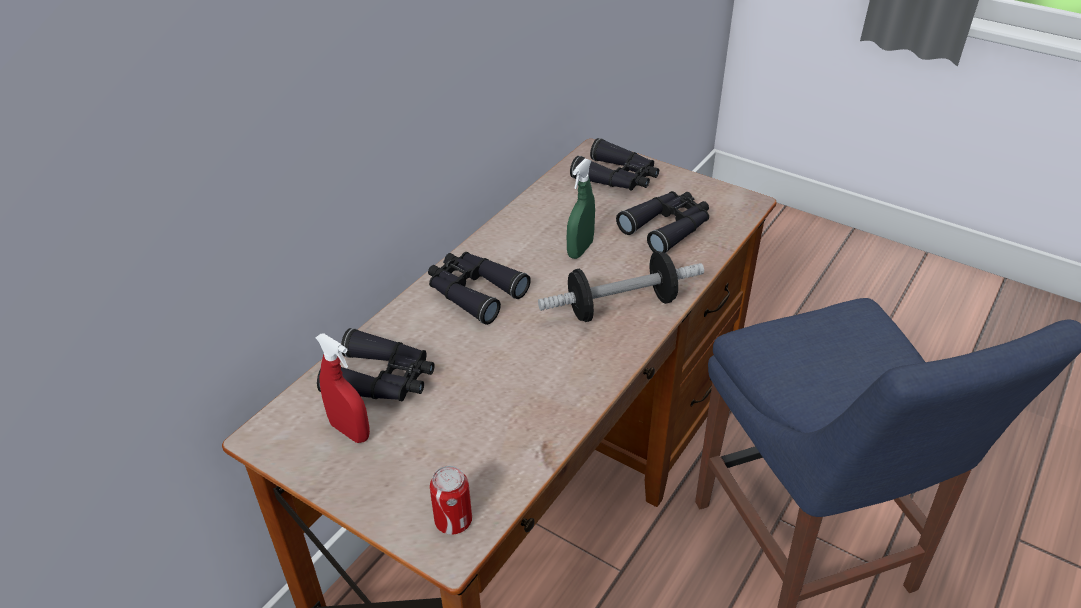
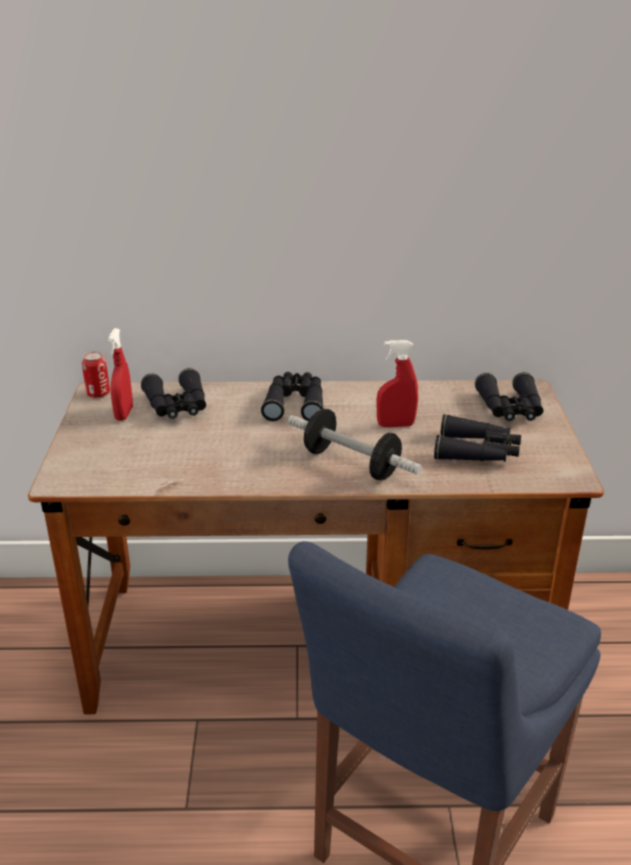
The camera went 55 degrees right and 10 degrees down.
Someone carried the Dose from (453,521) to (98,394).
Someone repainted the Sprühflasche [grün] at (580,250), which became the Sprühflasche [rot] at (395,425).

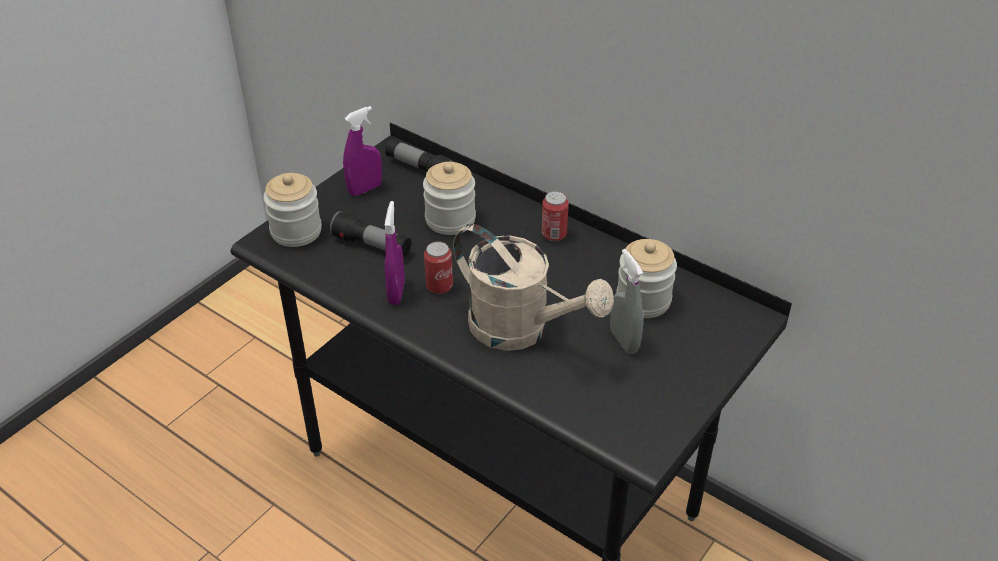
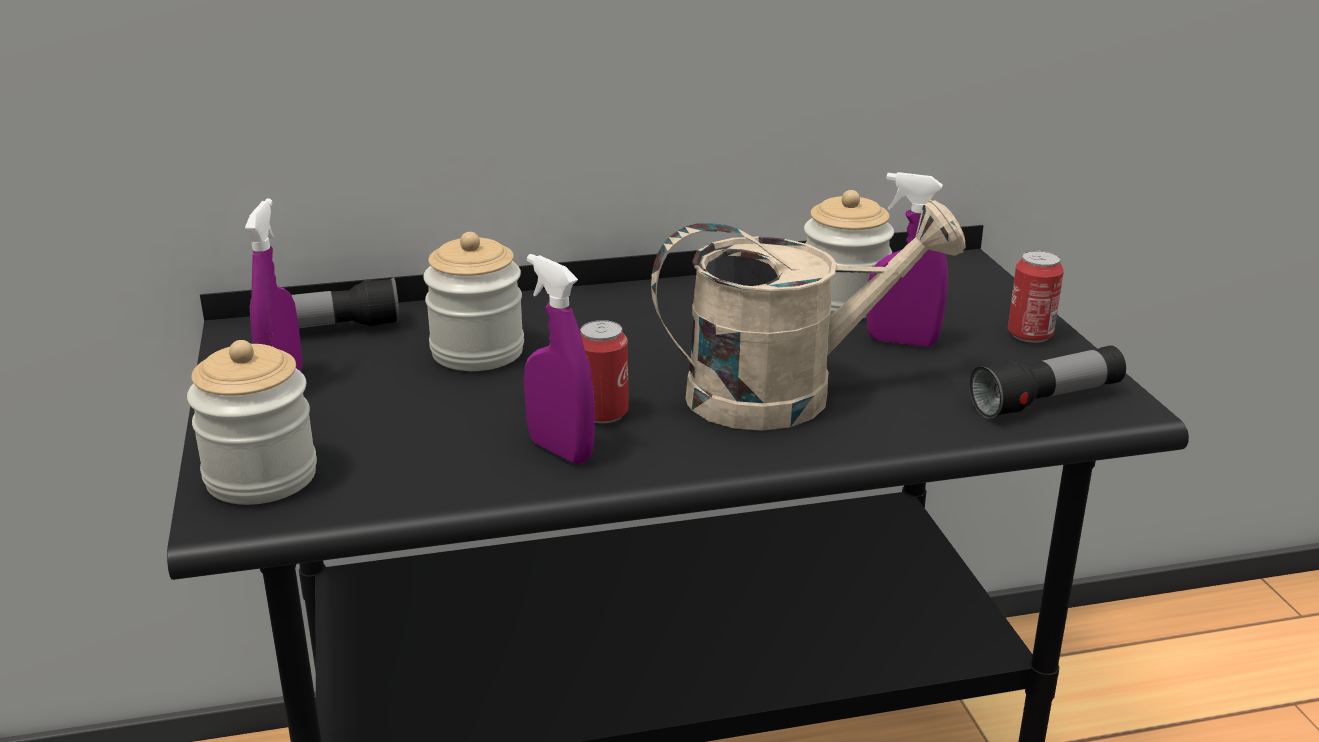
The camera went 50 degrees left and 15 degrees down.
Someone repainted the Sprühflasche [grau] at (624,341), which became the Sprühflasche [lila] at (902,341).
Someone carried the Taschenlampe from (372,245) to (1046,401).
Someone carried the Dose from (554,234) to (1030,334).

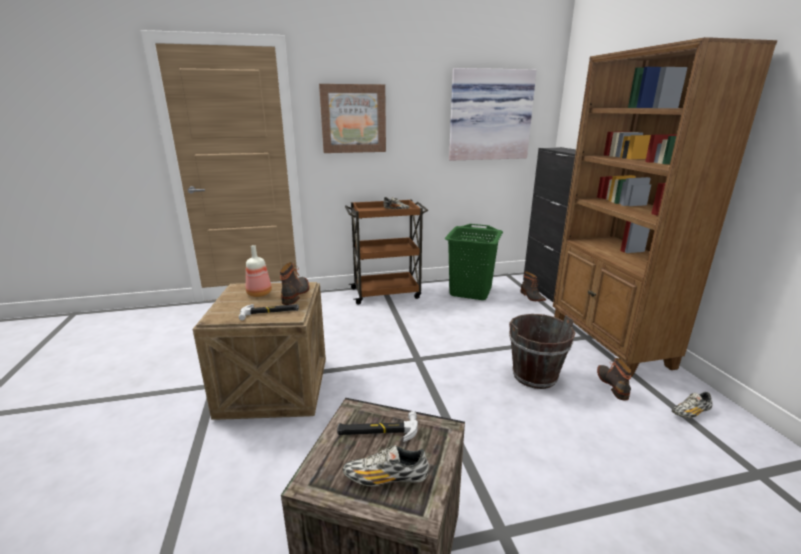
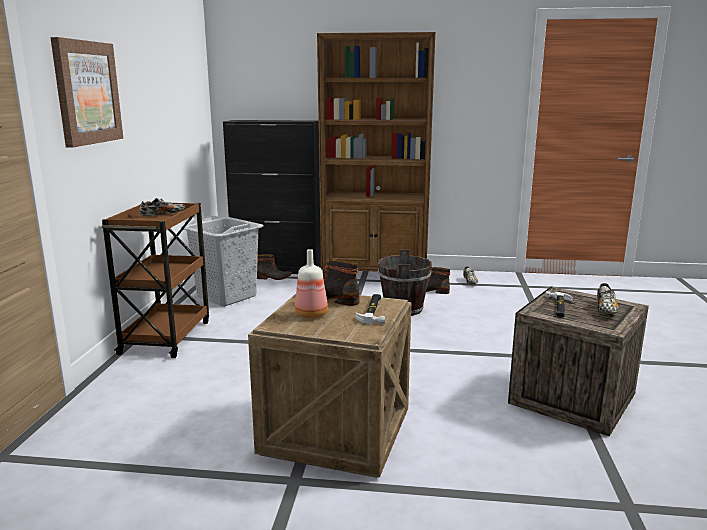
The camera went 70 degrees left and 5 degrees down.
Someone repainted the Wäschekorb [grün] at (471,291), which became the Wäschekorb [grau] at (227,296).
Someone took away the Bild at (489,115).

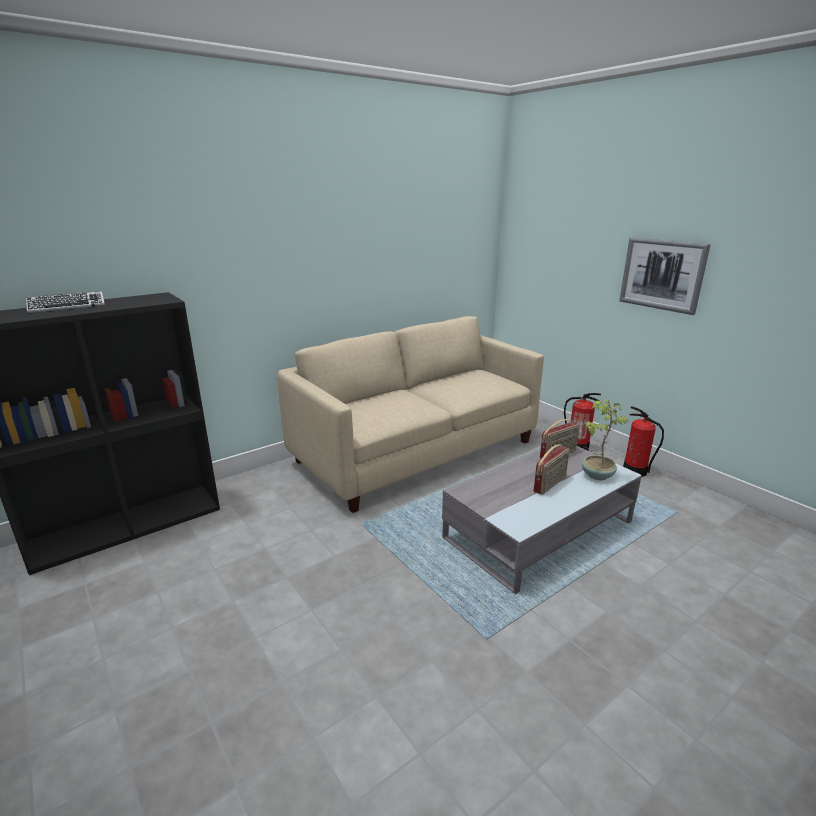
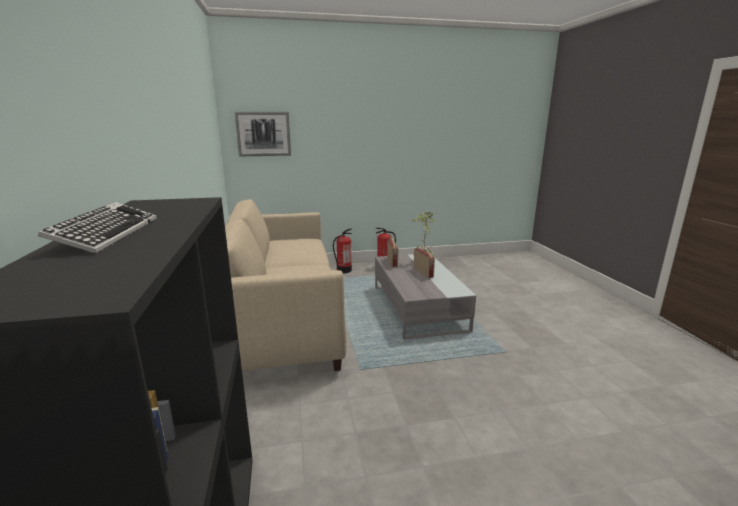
The camera went 65 degrees left and 5 degrees down.
Someone carried the Bild from (662,274) to (263,134).

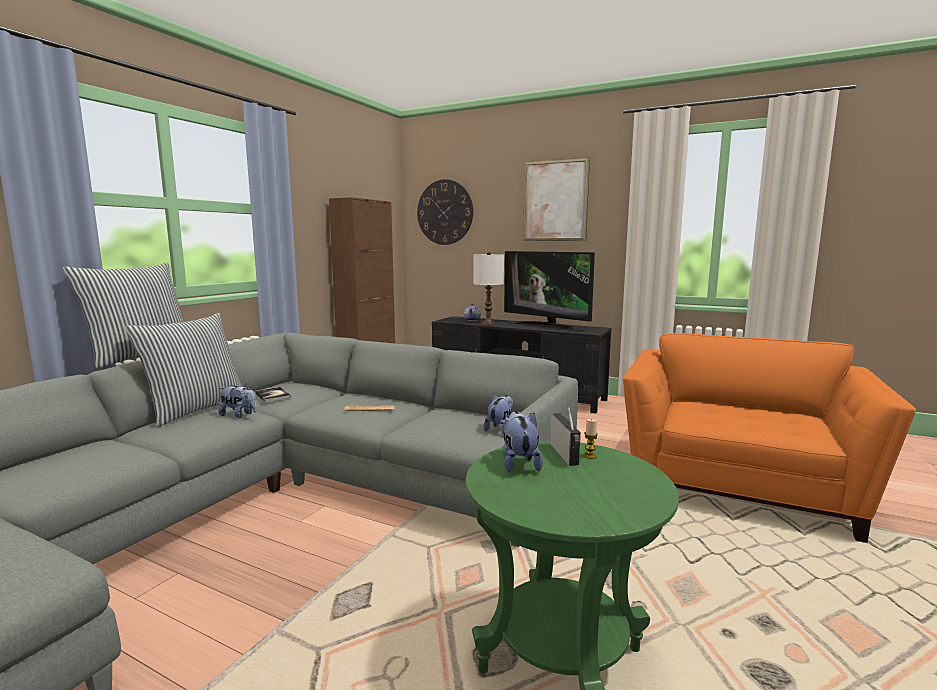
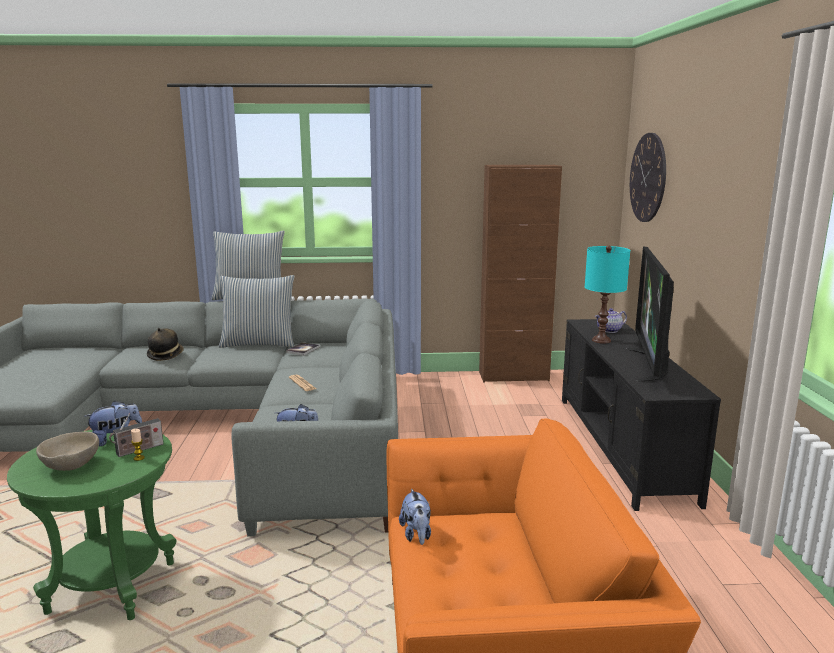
The camera went 60 degrees right and 5 degrees up.
Someone put down the Schüssel [beige] at (71,465).
Someone put down the Hut at (165,355).
Someone carried the Plüschtier from (239,415) to (416,535).
Someone repainted the Tischlampe [weiß] at (488,324), which became the Tischlampe [türkis] at (601,340).
Someone took away the Bild at (555,201).

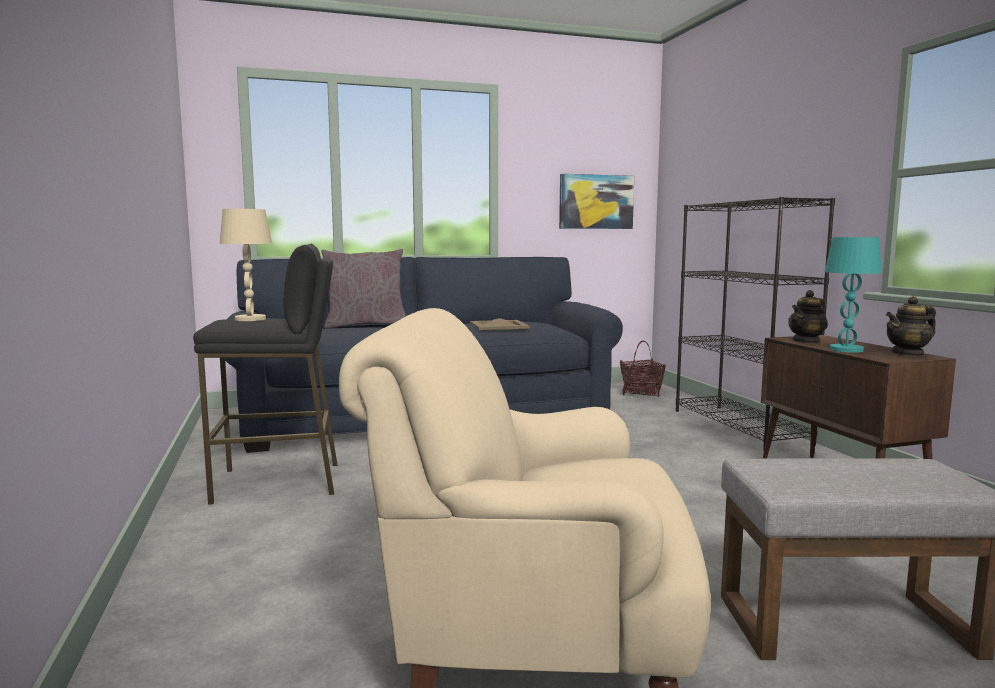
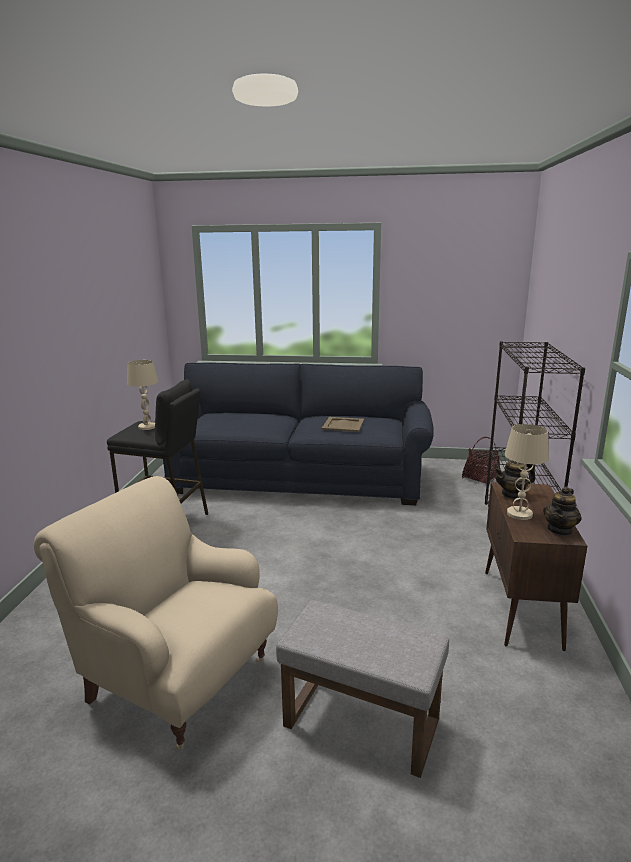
The camera went 25 degrees right and 10 degrees up.
Someone repainted the Tischlampe [türkis] at (846,350), which became the Tischlampe [beige] at (519,514).
Someone rotated the Teekanne at (908,354) by 60 degrees counterclockwise.
Someone took away the Kissen [grau] at (365,325).
Someone took away the Bild at (596,202).

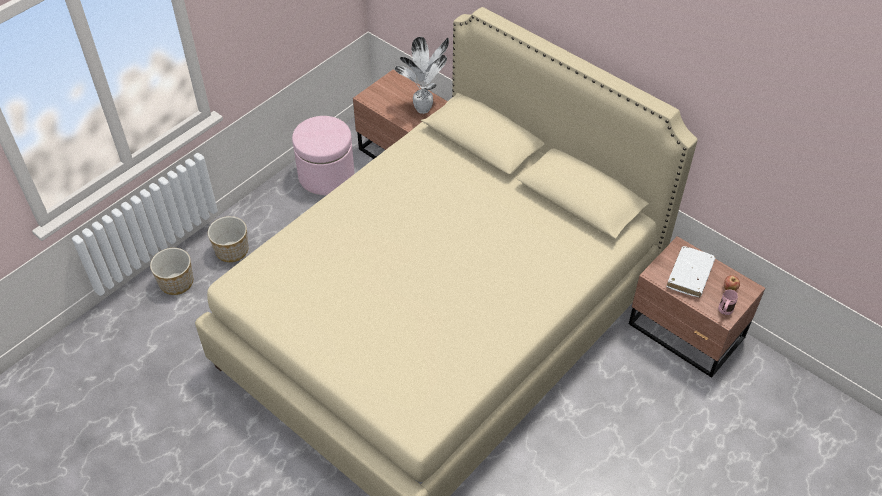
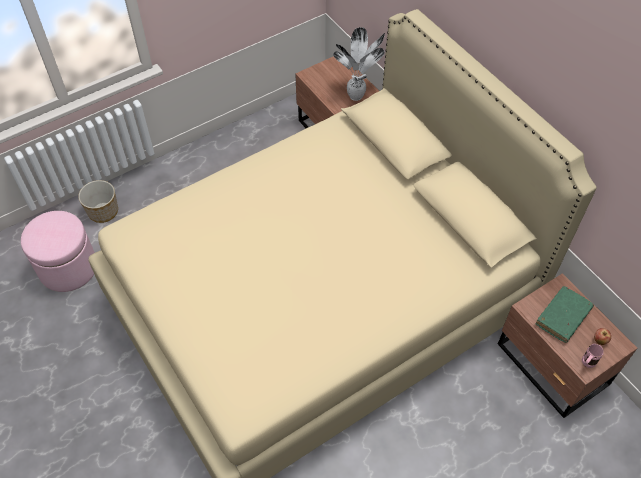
The camera went 15 degrees right and 5 degrees up.
Someone carried the Polsterhocker [rosa] from (326,175) to (68,268).
Someone repainted the Buch [weiß] at (689,275), which became the Buch [grün] at (562,317).
Someone took away the Pflanzkübel at (231,250).

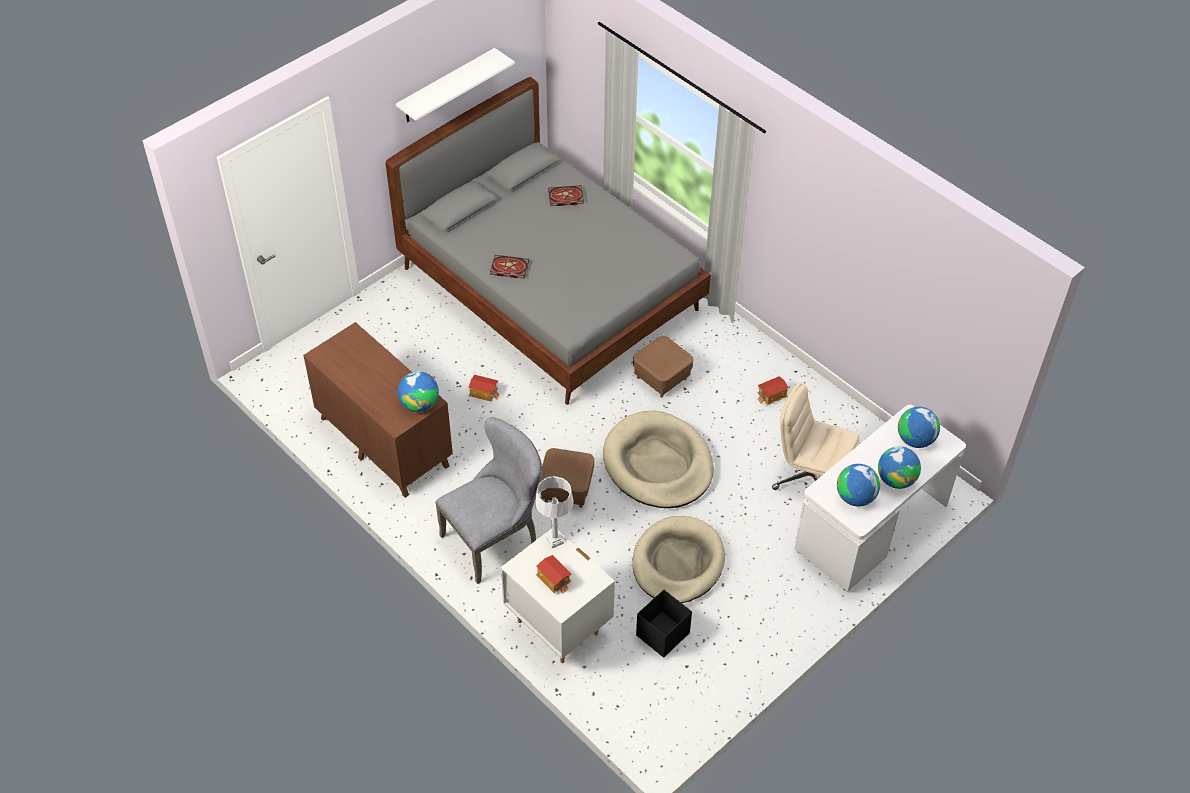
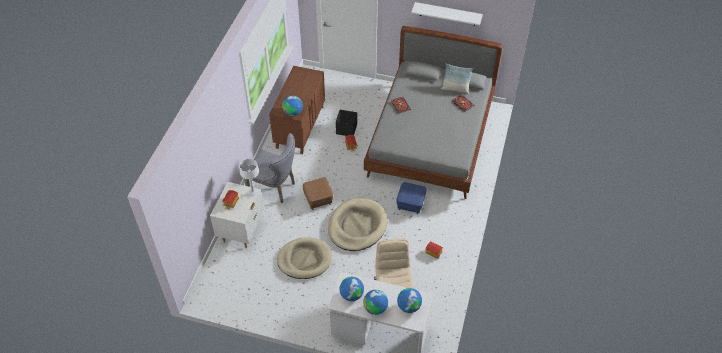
The camera went 60 degrees right and 0 degrees up.
Someone carried the Aufbewahrungsbox [schwarz] from (662,634) to (346,129).
Someone repainted the Polsterhocker [braun] at (662,378), which became the Polsterhocker [blau] at (410,204).
Someone put down the Kissen at (455,89).

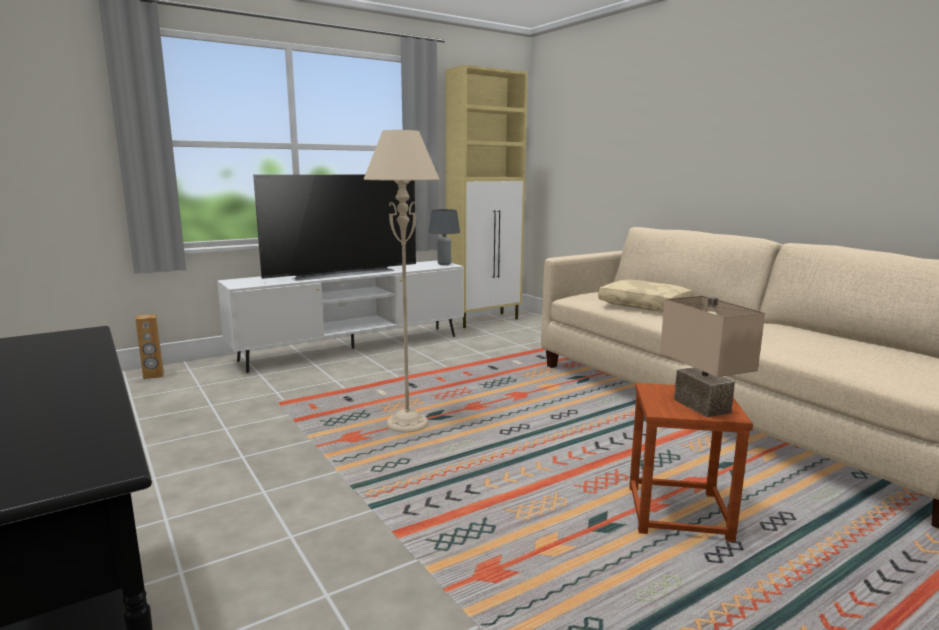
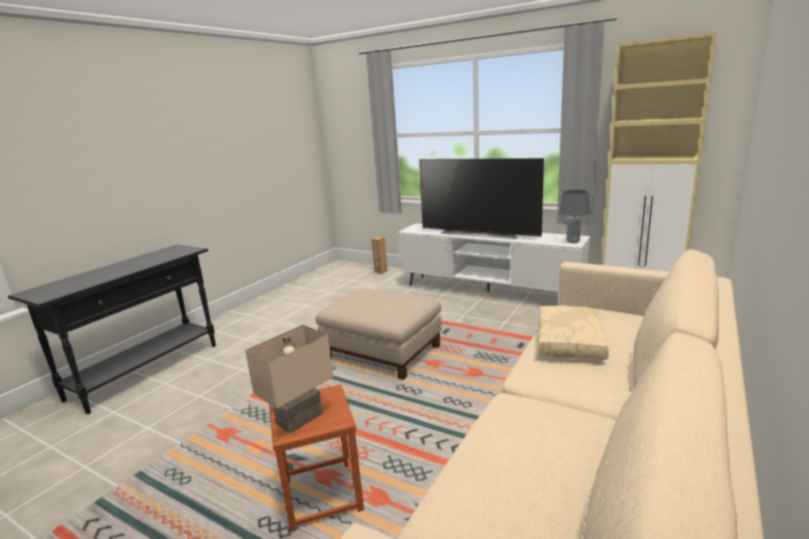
The camera went 65 degrees right and 5 degrees up.
Someone swapped the Stehlampe [beige] at (407,424) for the Polsterhocker [beige] at (383,352).

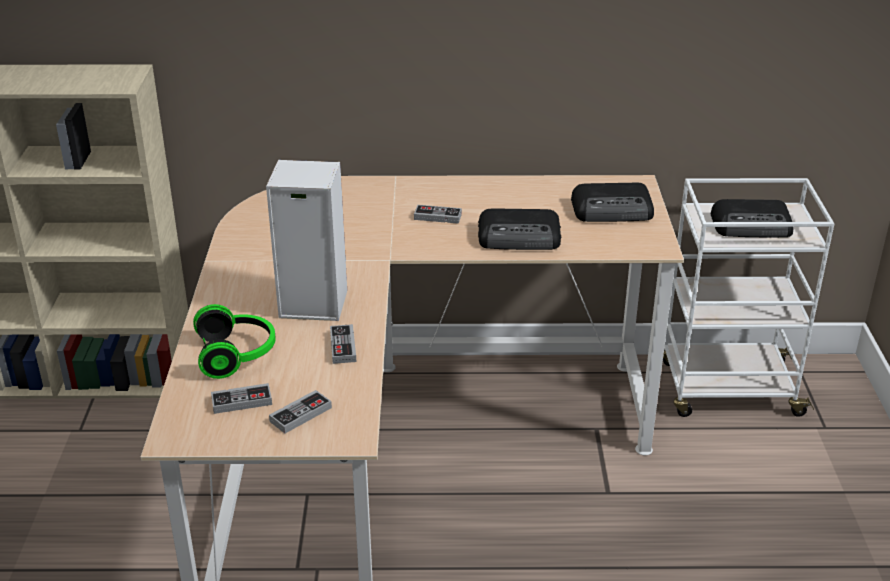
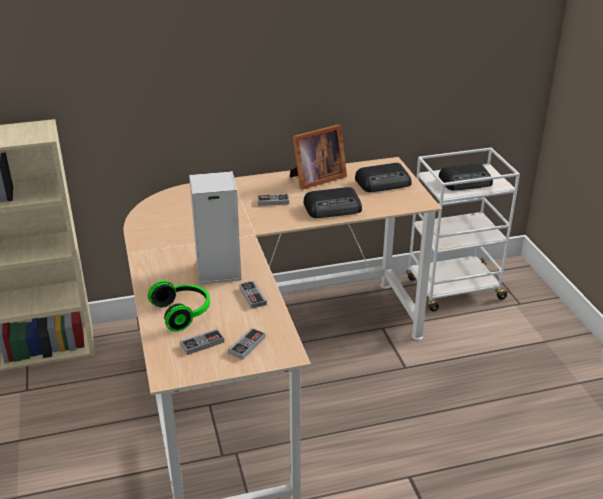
The camera went 15 degrees left and 0 degrees up.
Someone put down the Bilderrahmen at (315,179).

